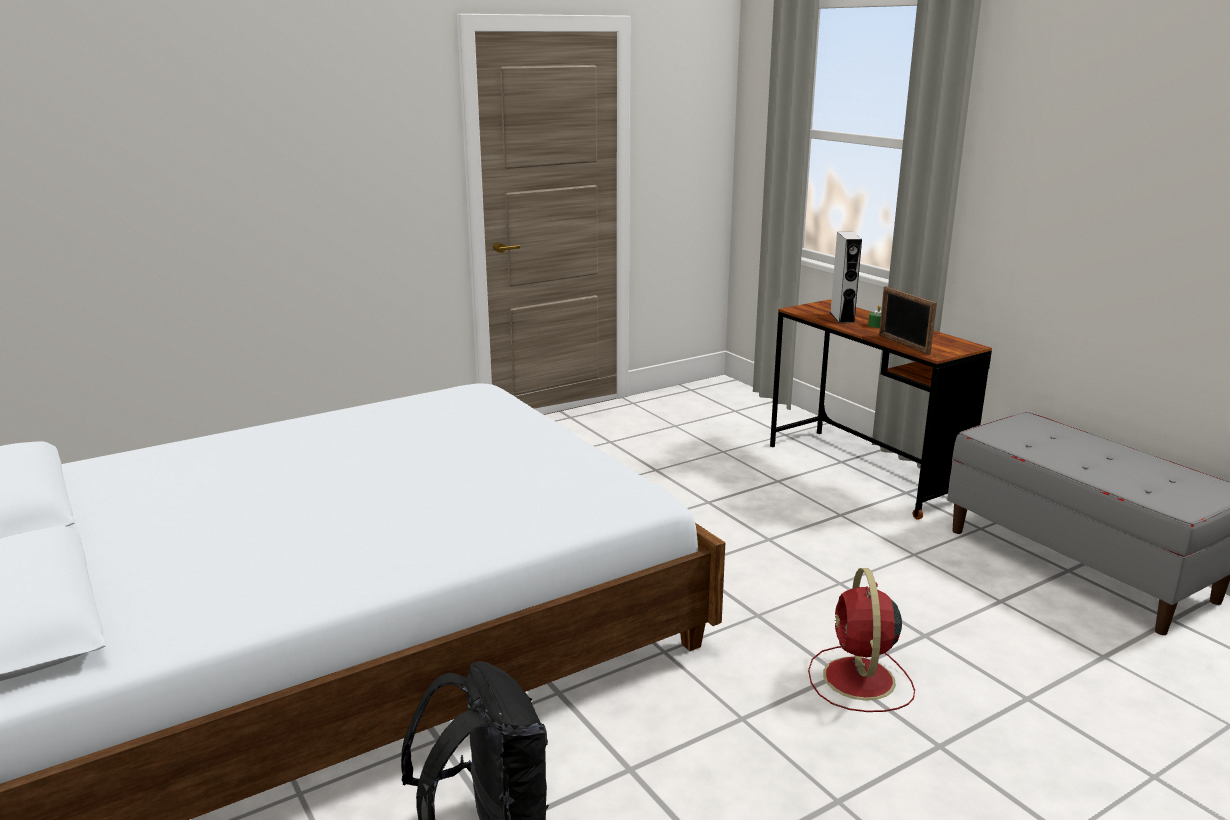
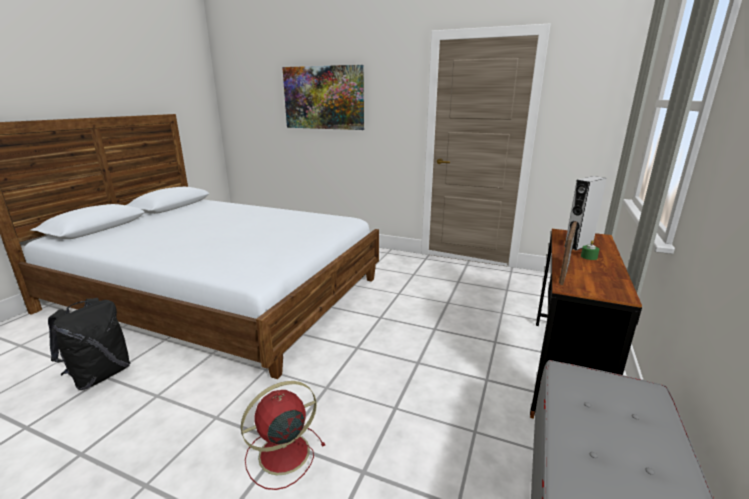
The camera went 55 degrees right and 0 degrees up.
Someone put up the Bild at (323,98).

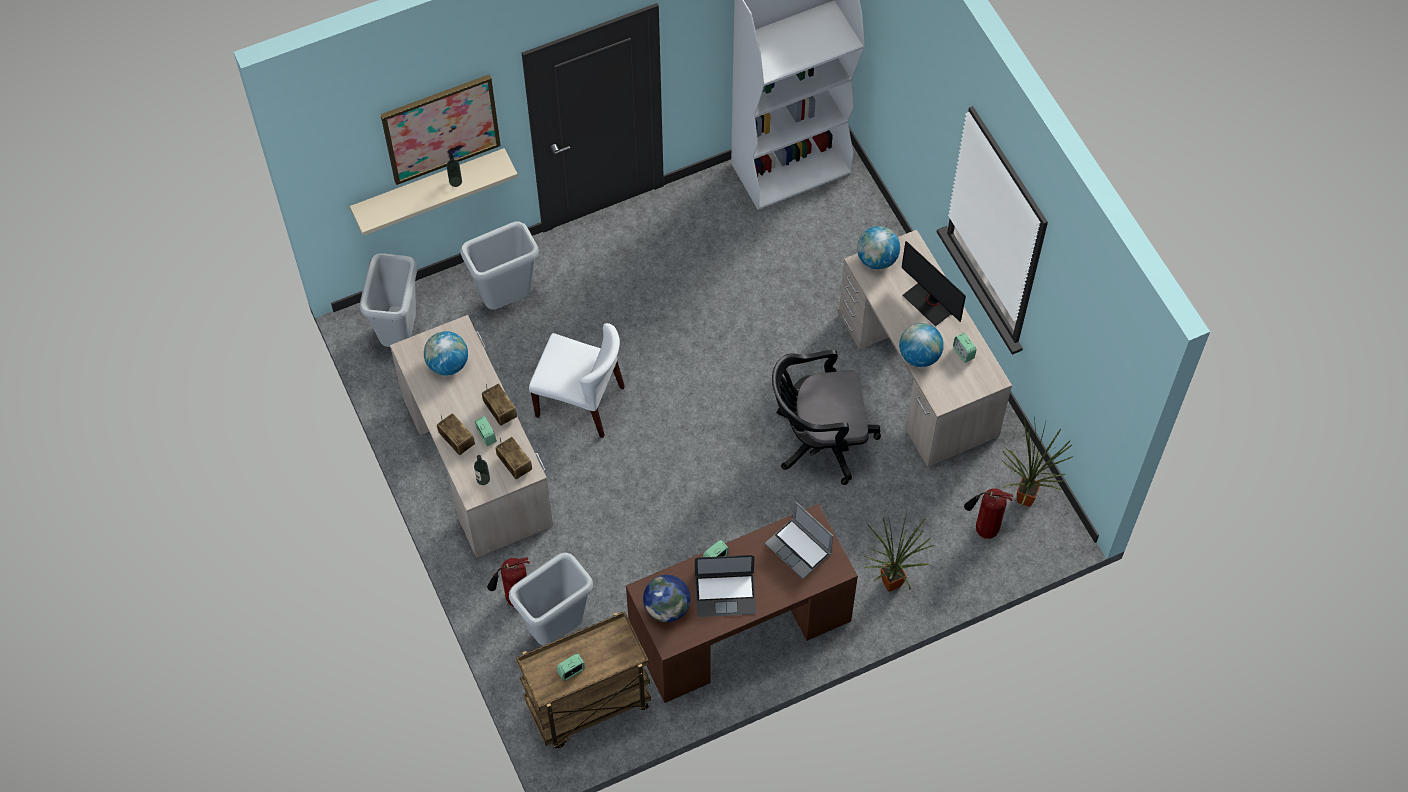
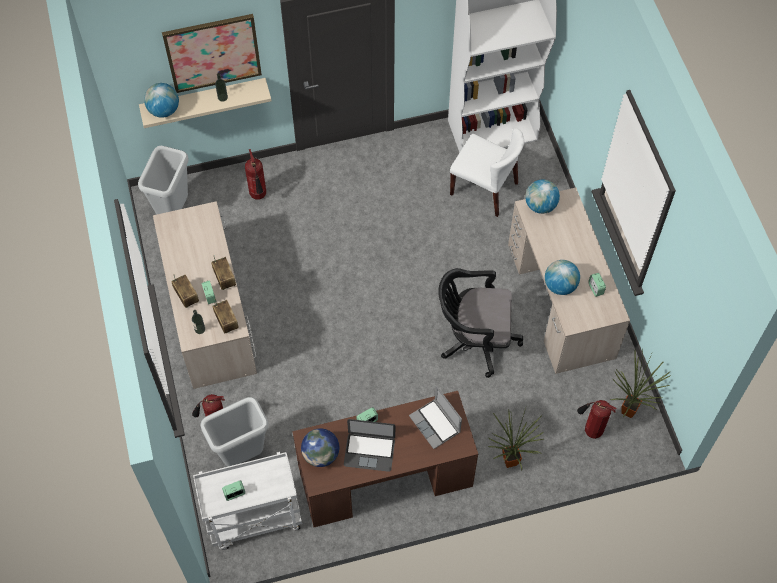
The camera went 10 degrees right and 0 degrees up.
Someone carried the Globus from (448,364) to (164,110).
Someone repainted the Rollwagen [braun] at (587,706), which became the Rollwagen [weiß] at (253,519).
Someone swapped the Mülleimer [grau] at (506,299) for the Feuerlöscher at (259,196).
Someone carried the Stuhl [weiß] from (581,401) to (484,189).
Someone took away the Monitor at (931,302).

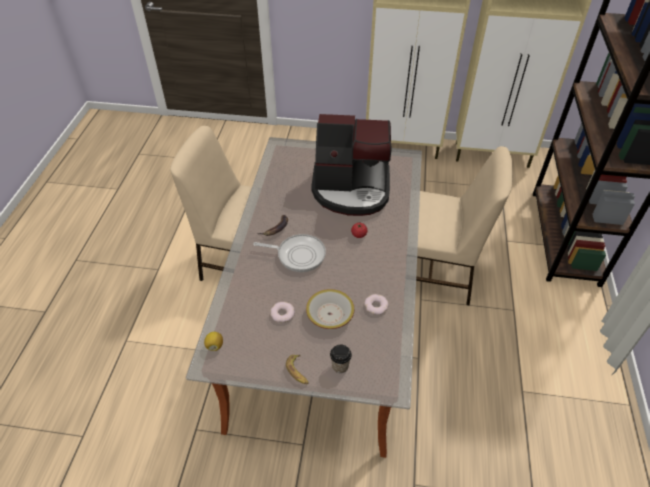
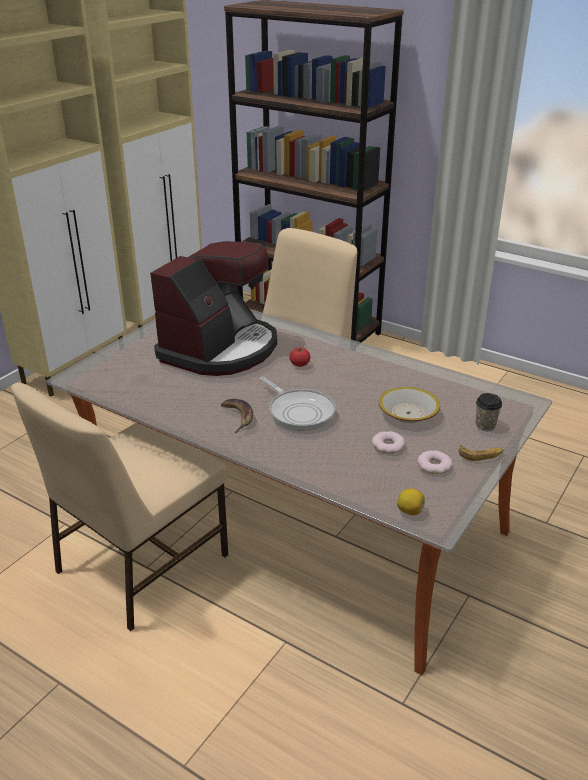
The camera went 65 degrees left and 15 degrees down.
Someone rotated the Pfanne at (298,255) by 105 degrees clockwise.
Someone carried the Donut from (376,306) to (434,465).

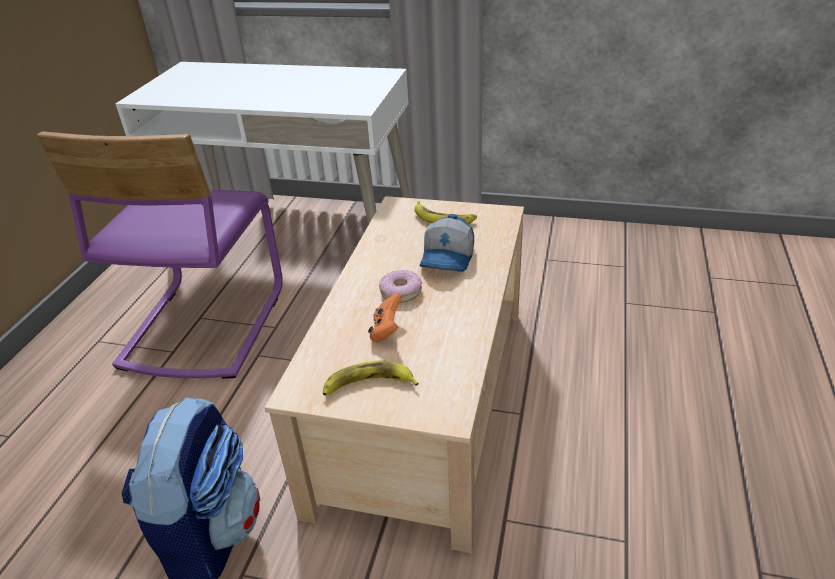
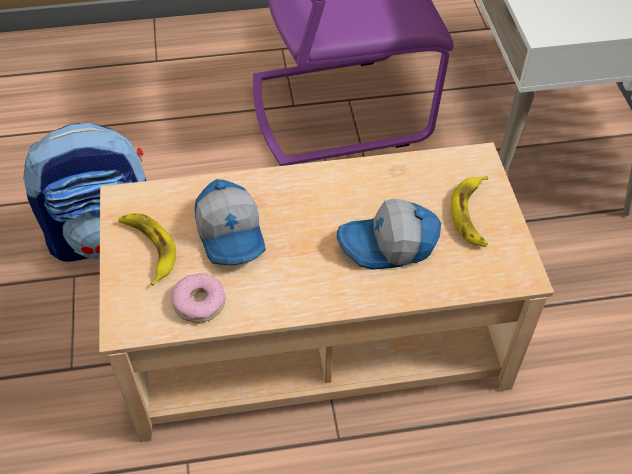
The camera went 65 degrees right and 15 degrees up.
Someone carried the Donut from (401,292) to (199,303).
Someone swapped the Gamepad [orange] at (386,331) for the Kappe at (232,234).

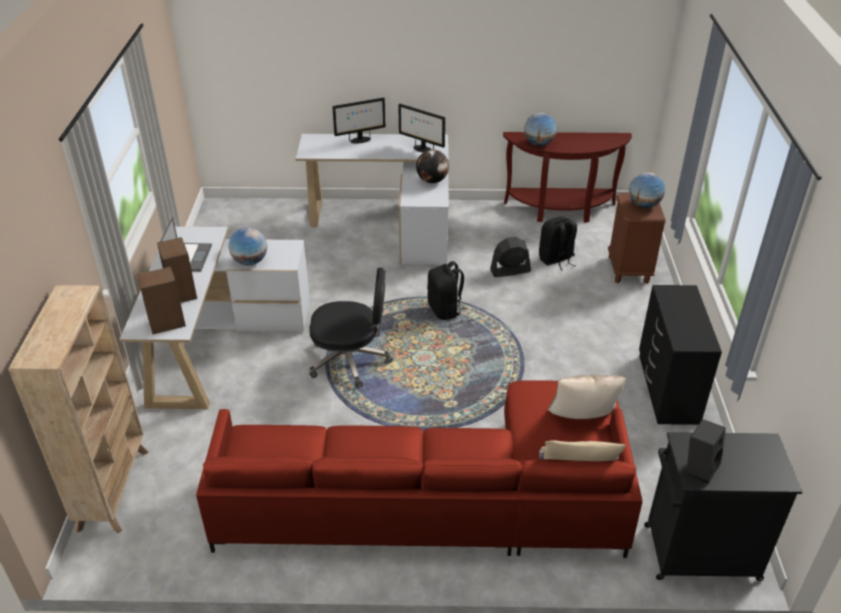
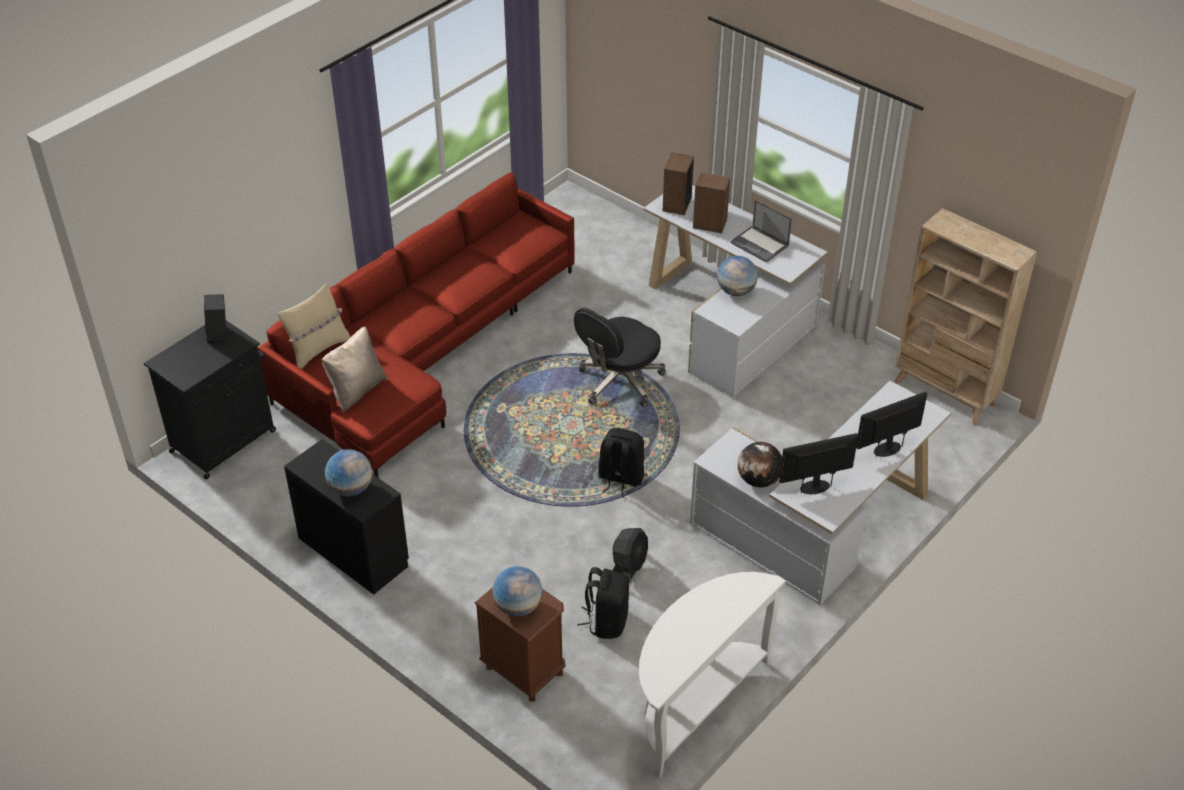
The camera went 130 degrees right and 5 degrees up.
Someone carried the Globus from (539,144) to (351,488).
Someone repainted the Konsolentisch [braun] at (560,211), which became the Konsolentisch [weiß] at (695,704).
Someone rotated the Monitor at (360,140) by 45 degrees clockwise.
Someone carried the Bücherregal [beige] from (114,489) to (945,393).

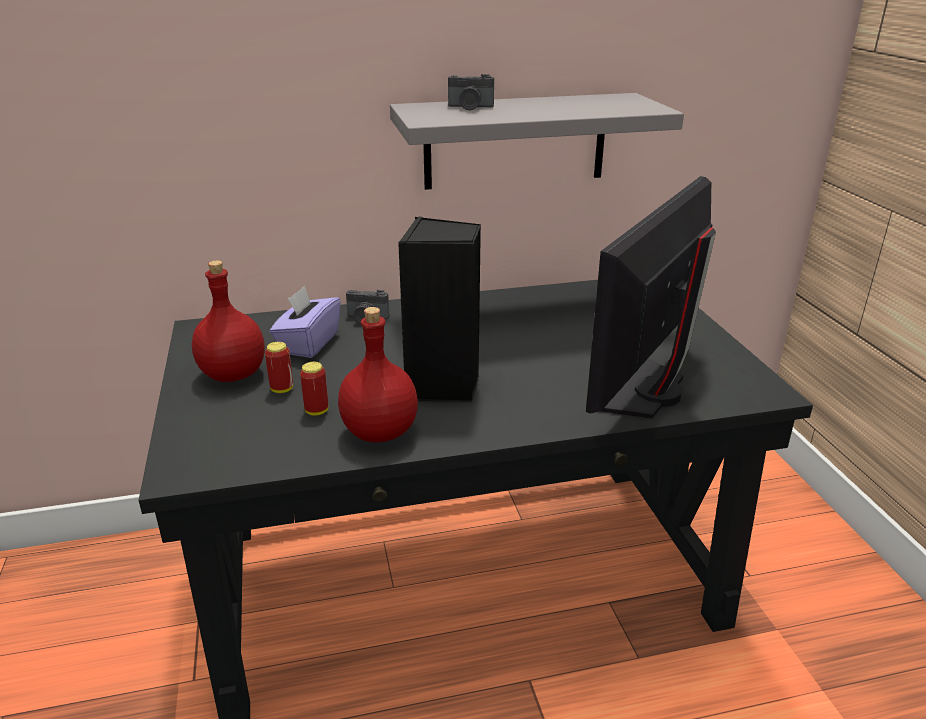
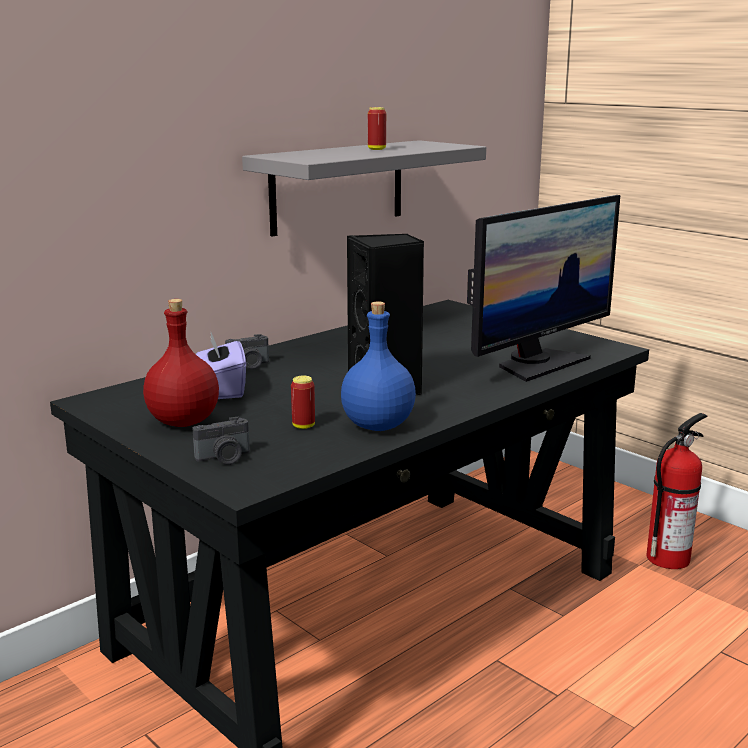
The camera went 30 degrees left and 10 degrees down.
Someone carried the Kamera from (470,107) to (224,458).
Someone repainted the Flasche [rot] at (380,431), which became the Flasche [blau] at (377,425).
Someone carried the Dose from (282,389) to (376,149).
Someone rotated the Monitor at (646,391) by 135 degrees counterclockwise.
Someone put down the Feuerlöscher at (668,557).

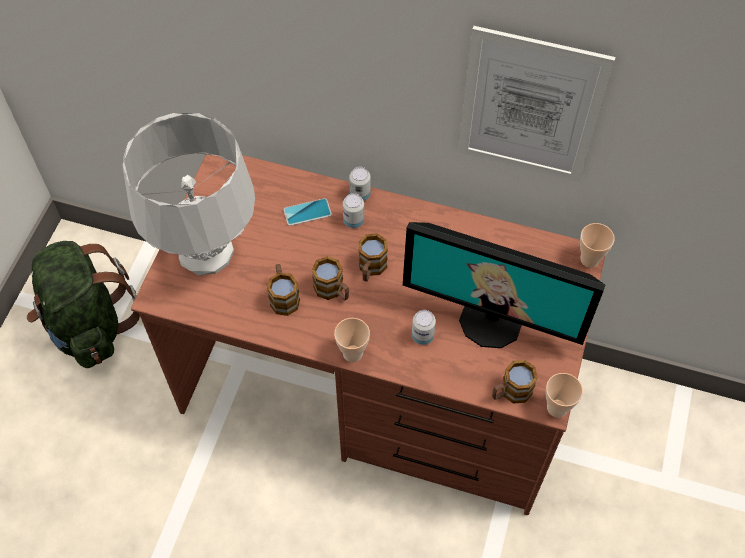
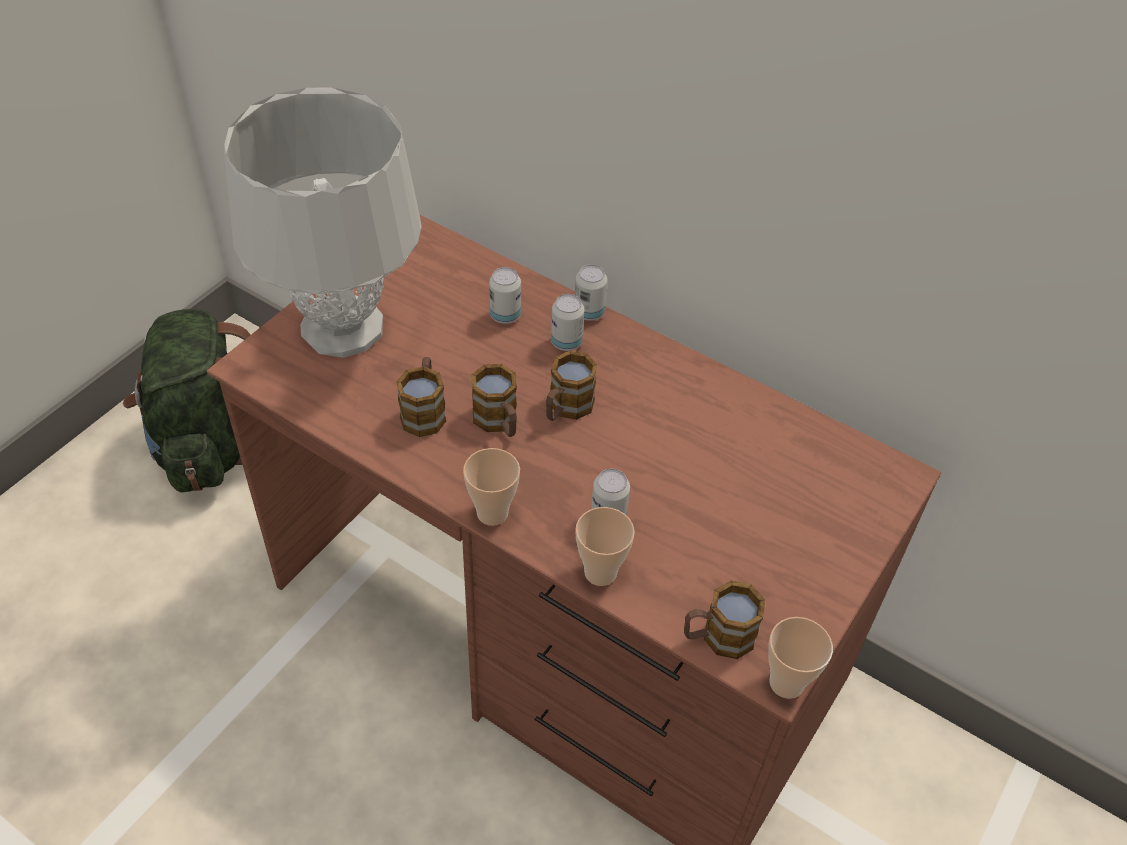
The camera went 15 degrees right and 10 degrees down.
Someone swapped the Handy at (307,212) for the Dose at (505,316).
Someone carried the Tasse from (589,259) to (600,572).
Someone took away the Monitor at (491,321).
Someone took away the Bild at (530,107).

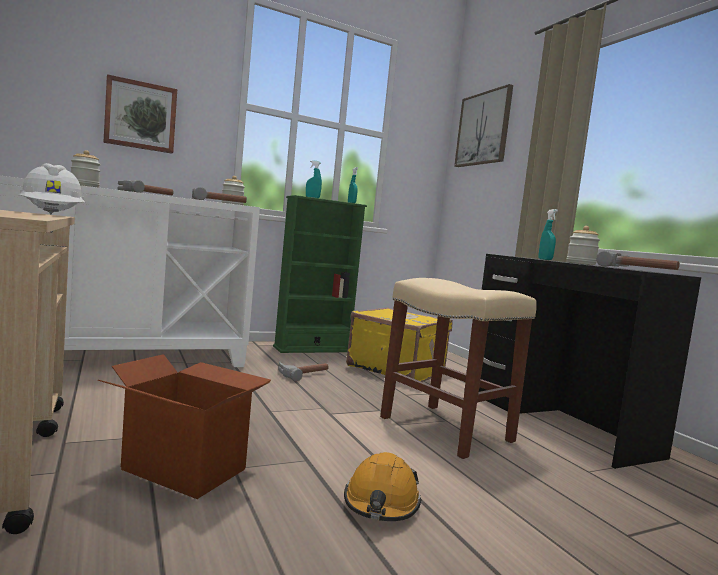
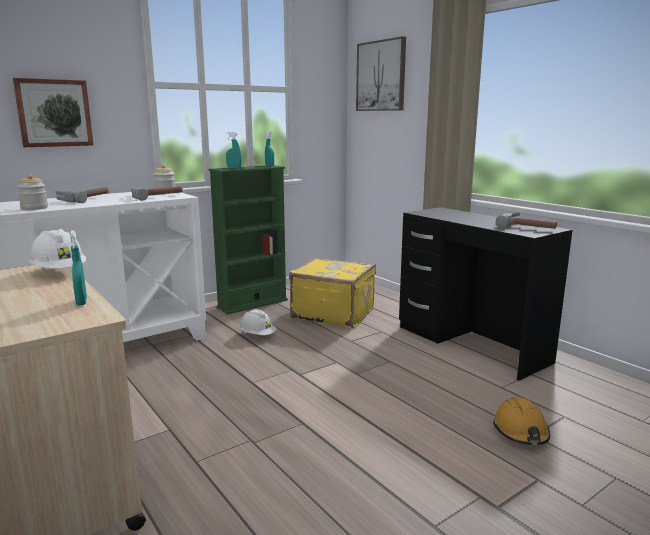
The camera went 10 degrees left and 10 degrees up.
Someone carried the Sprühflasche [türkis] from (545,259) to (81,302).
Someone swapped the Hammer at (302,373) for the Schutzhelm [weiß] at (257,335).
Someone carried the Schutzhelm [orange] from (381,503) to (521,431).
Someone took away the Karton at (185,468).
Someone took away the Hocker [beige] at (444,428).
Someone took away the Vorratsglas at (580,263).

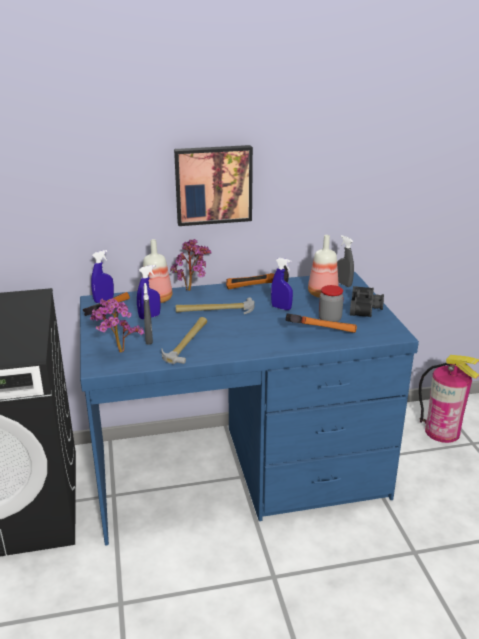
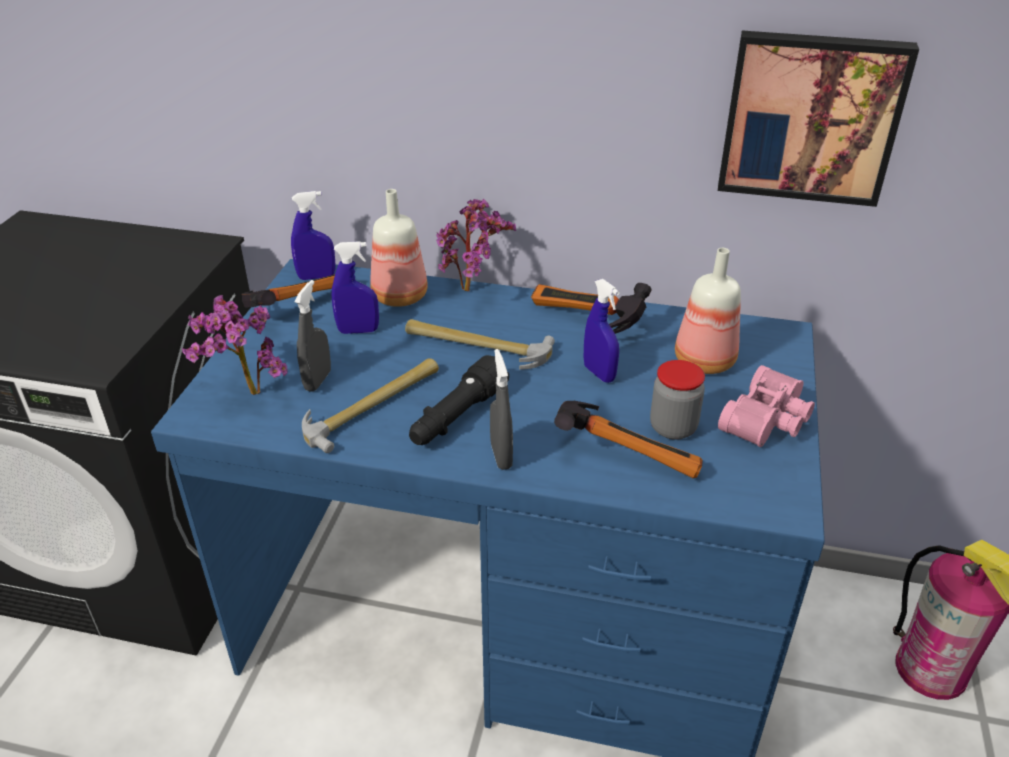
The camera went 25 degrees right and 10 degrees up.
Someone put down the Taschenlampe [schwarz] at (457,417).
Someone carried the Sprühflasche [grau] from (343,284) to (501,456).
Someone carried the Bild from (213,184) to (810,117).
Someone repainted the Fernglas [schwarz] at (366,308), which became the Fernglas [rosa] at (769,421).

